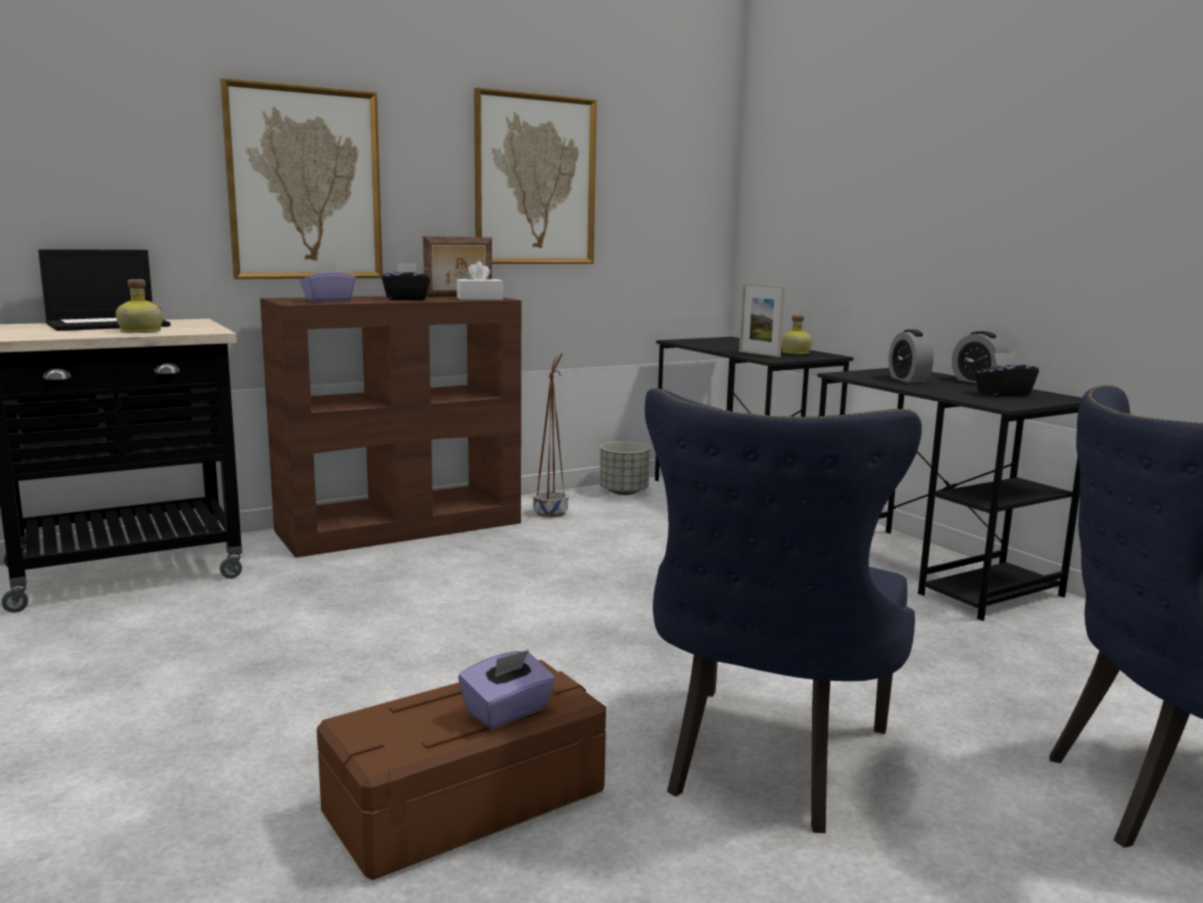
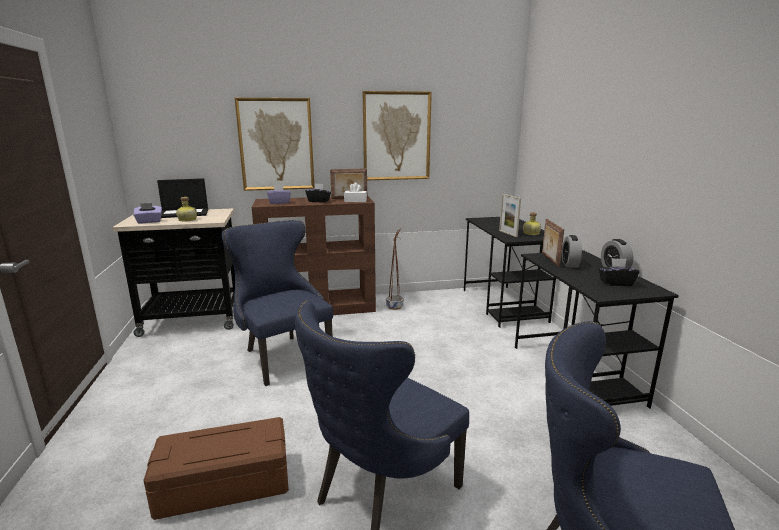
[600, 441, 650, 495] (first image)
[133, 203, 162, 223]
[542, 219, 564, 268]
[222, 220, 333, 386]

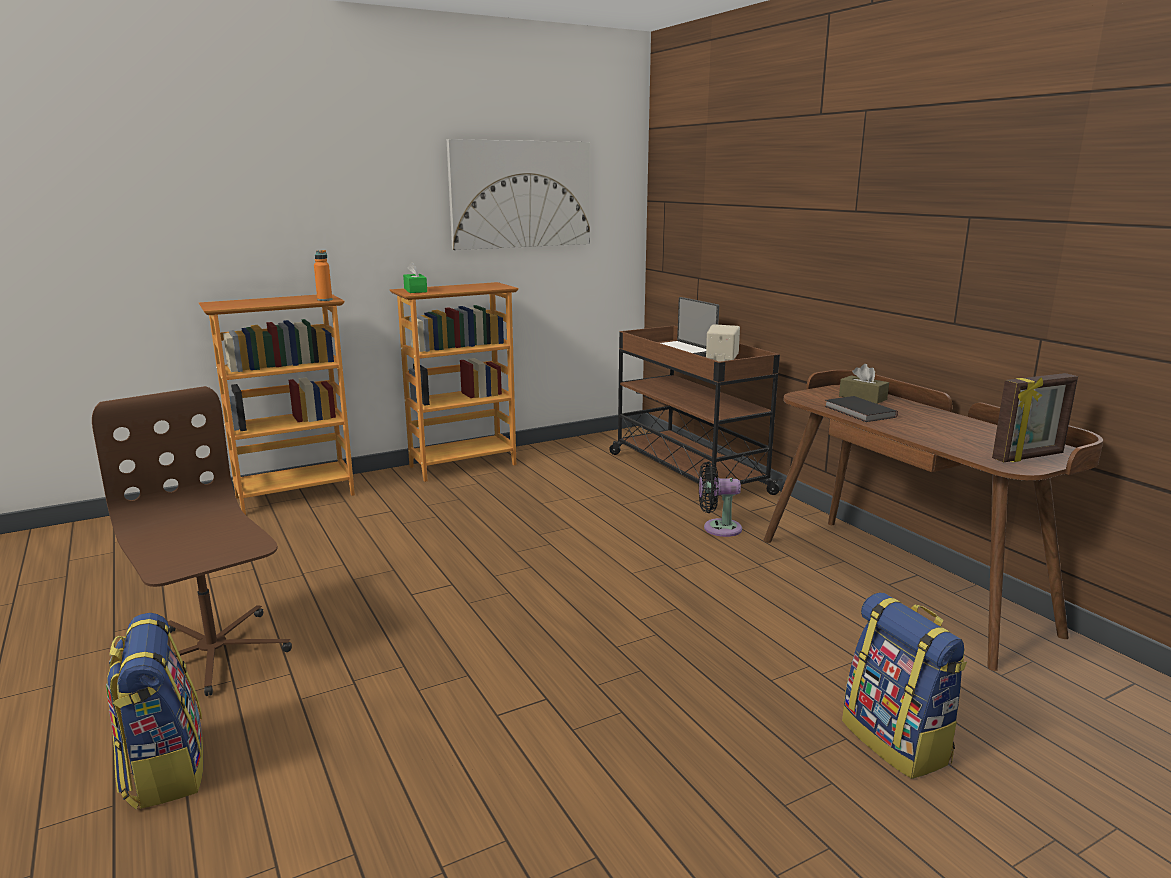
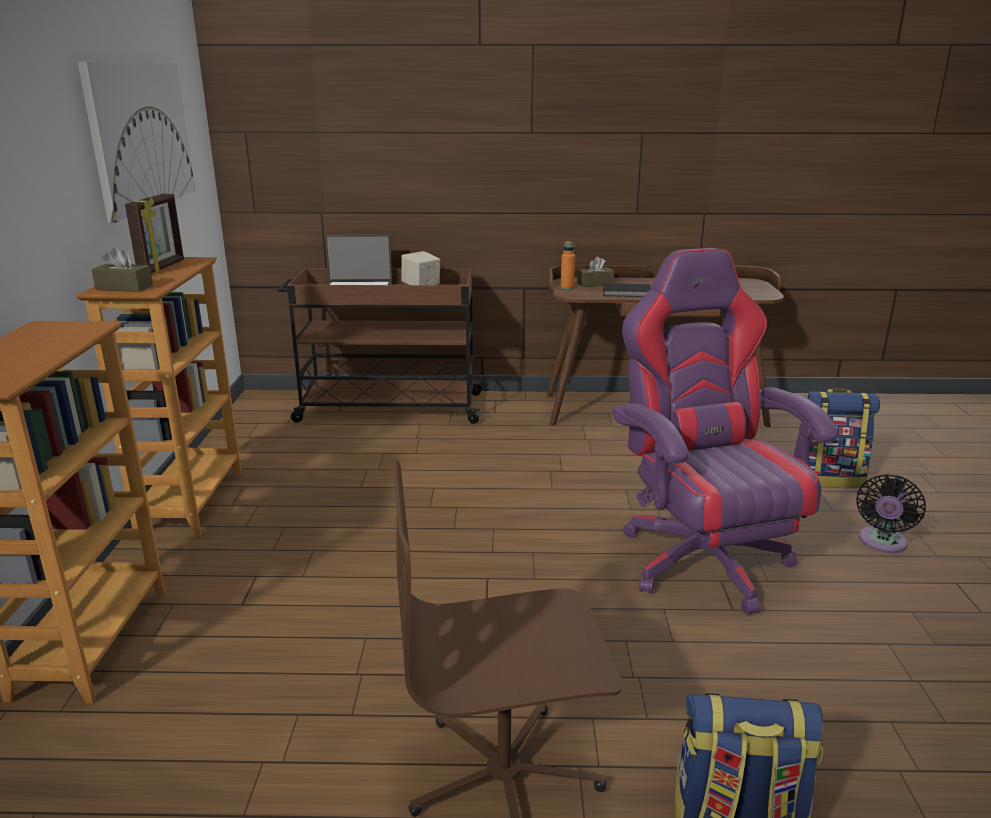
[561, 241, 575, 289]
[91, 247, 153, 292]
[125, 194, 184, 274]
[856, 474, 926, 553]
[613, 248, 838, 615]

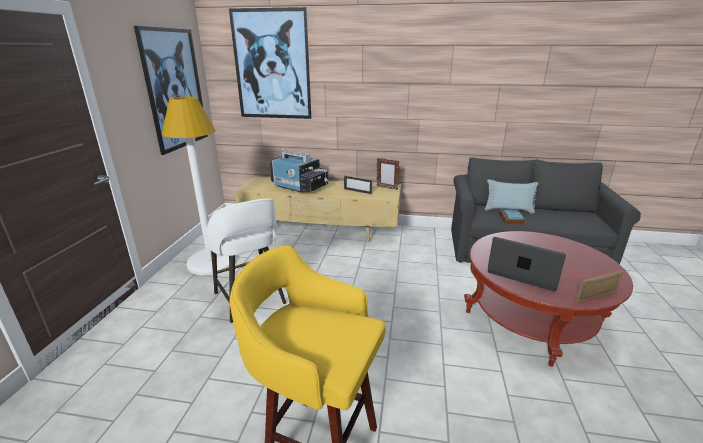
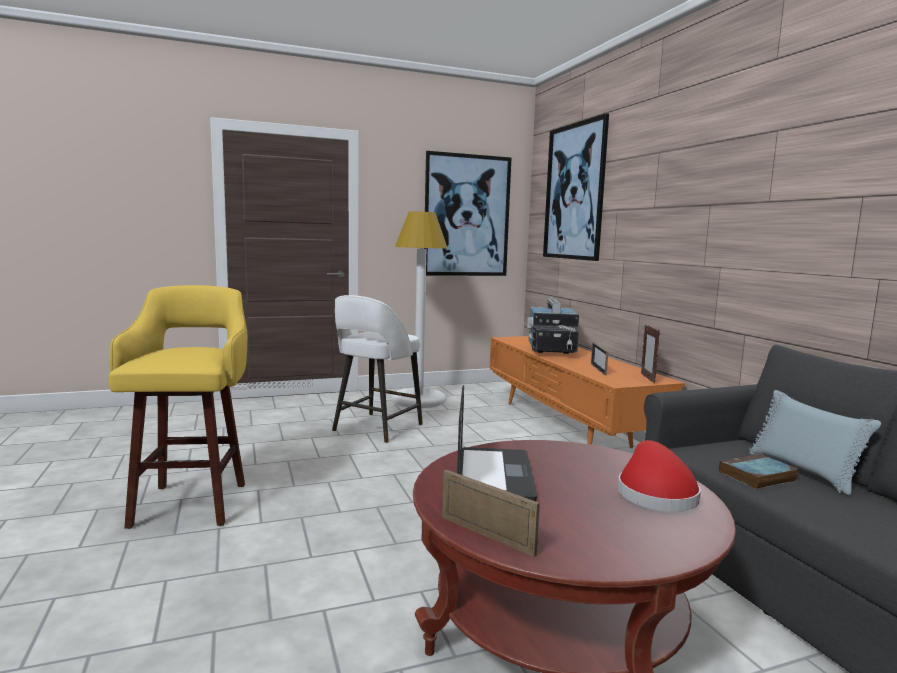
[490, 336, 685, 449]
[618, 440, 701, 512]

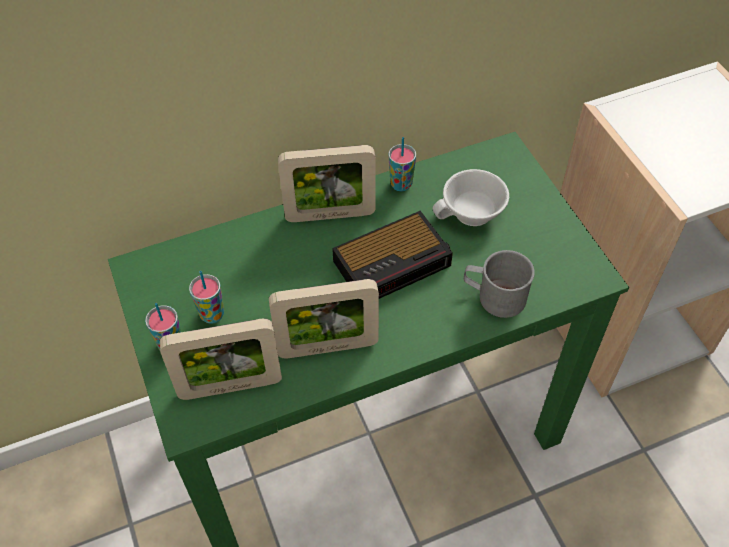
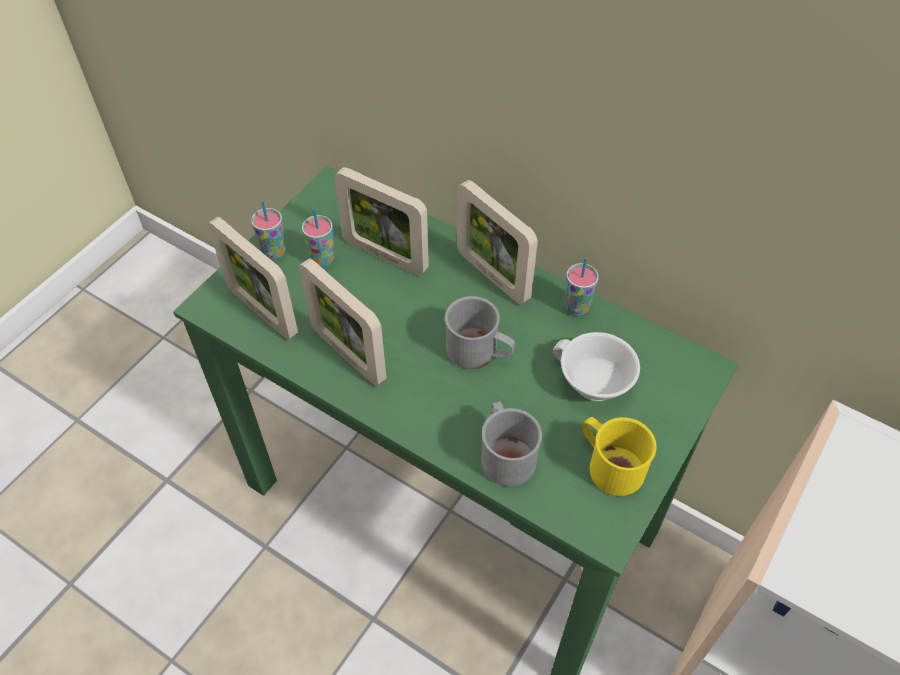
[445, 296, 515, 369]
[334, 167, 429, 276]
[582, 417, 657, 496]

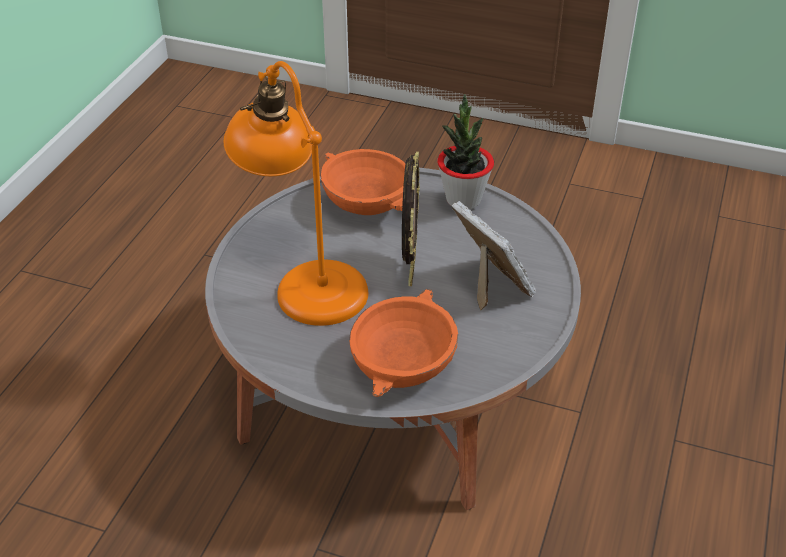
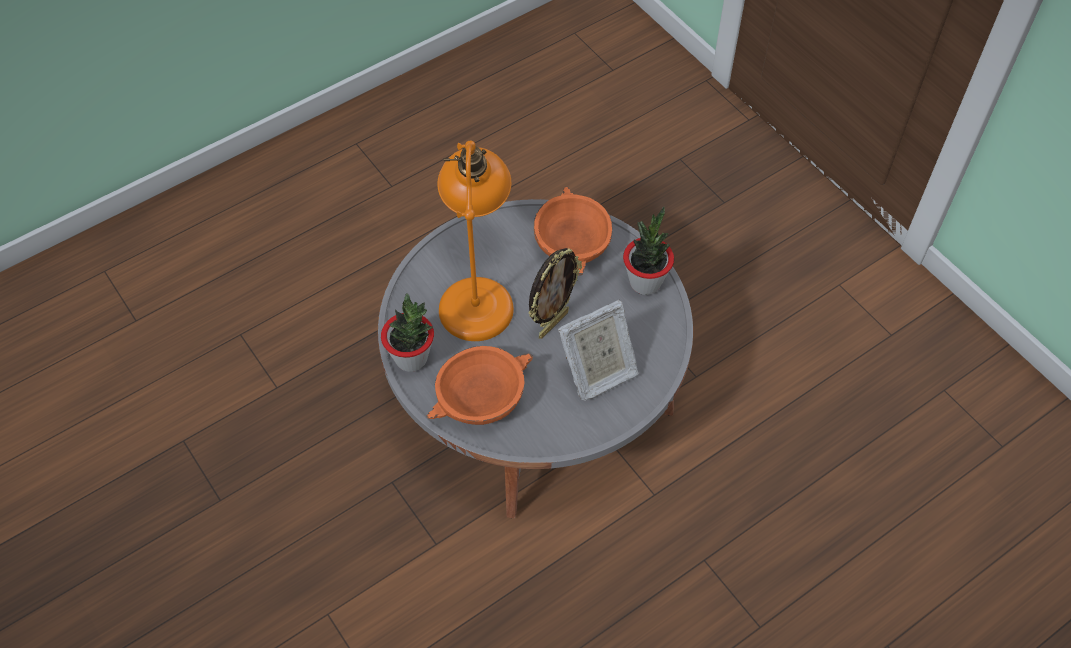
[558, 300, 639, 401]
[381, 293, 434, 372]

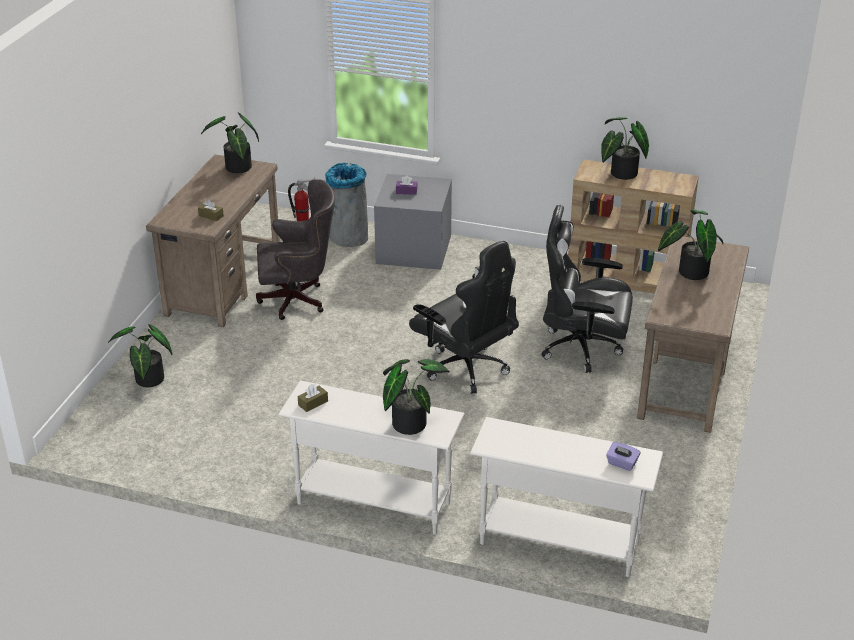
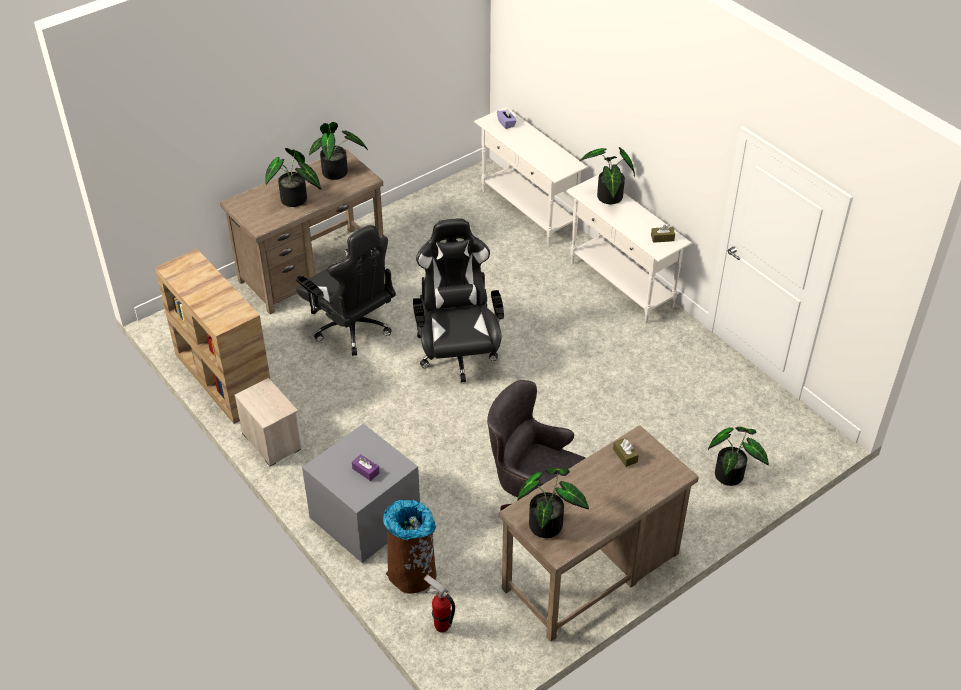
[309, 122, 368, 180]
[383, 500, 437, 594]
[235, 378, 303, 466]

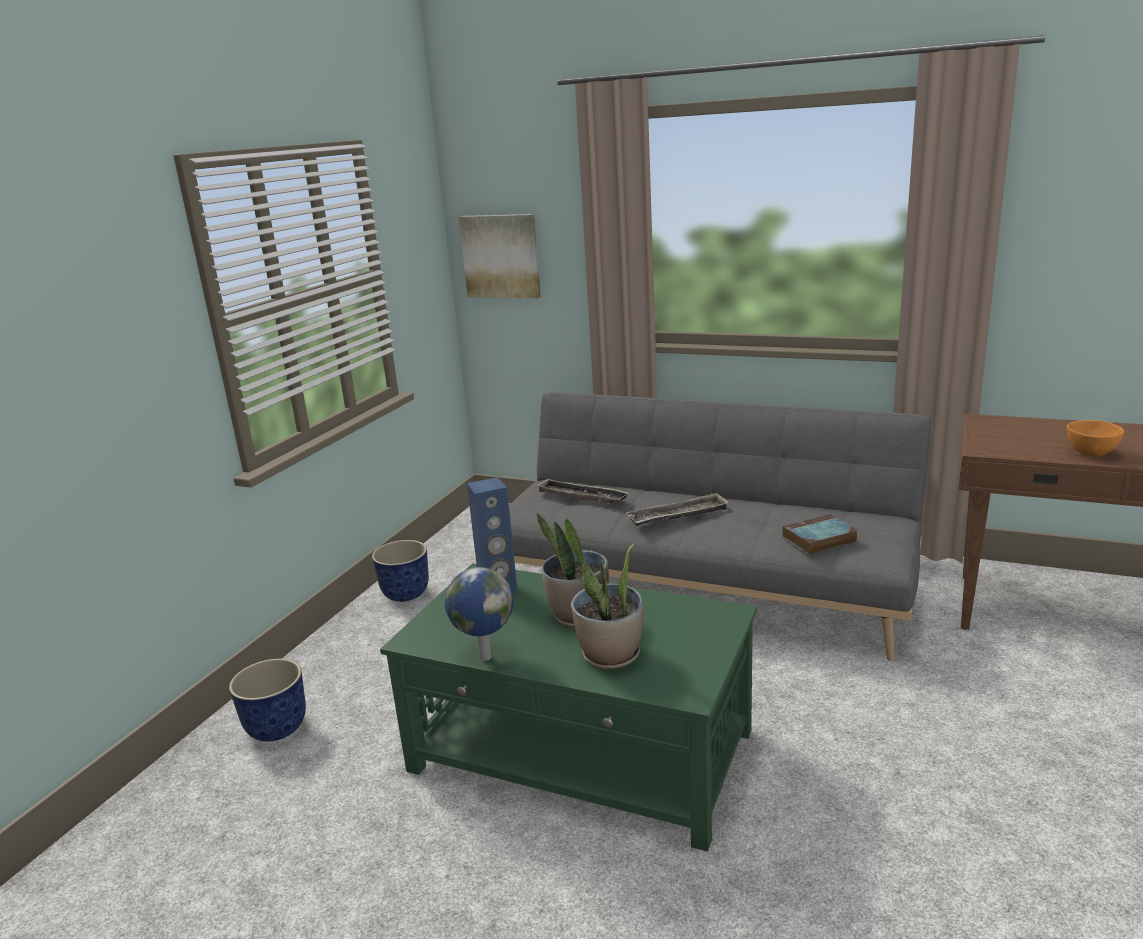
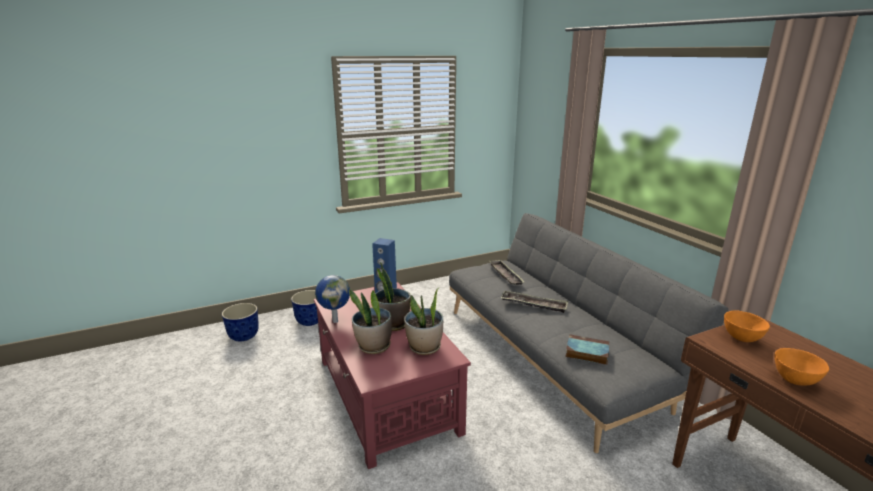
[459, 214, 541, 298] (first image)
[222, 303, 259, 341]
[314, 282, 471, 469]
[404, 288, 443, 355]
[724, 310, 770, 342]

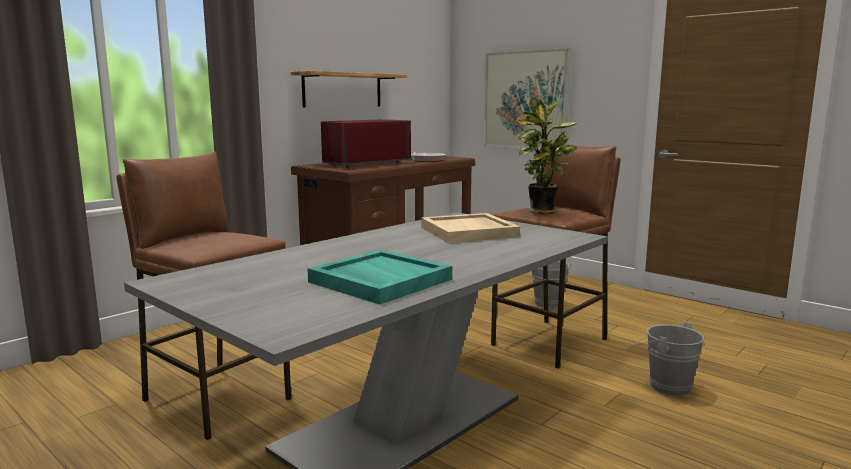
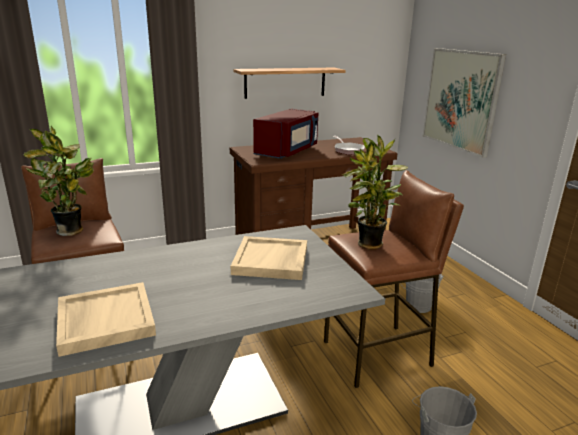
[253, 109, 318, 159]
[56, 282, 156, 357]
[23, 126, 94, 236]

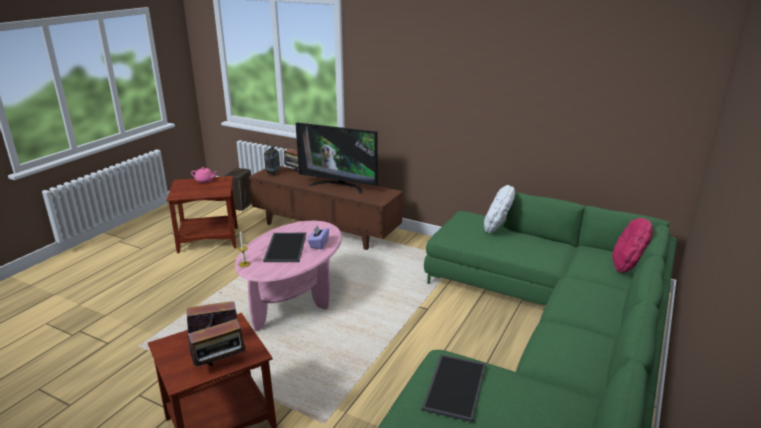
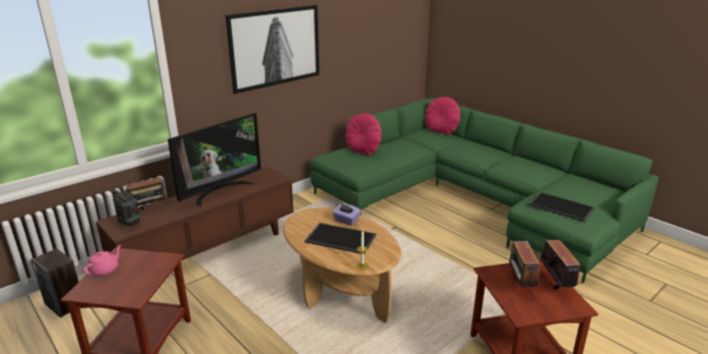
[346, 113, 382, 155]
[283, 208, 401, 323]
[225, 5, 319, 94]

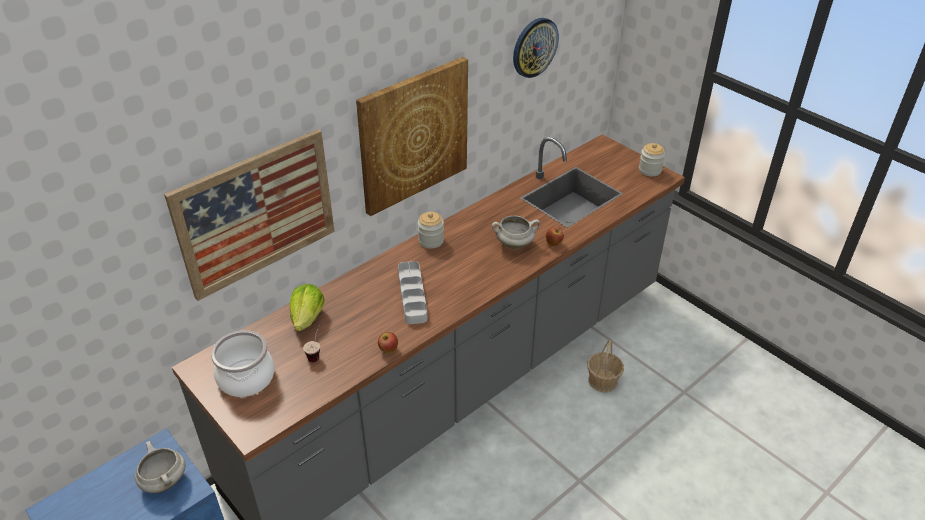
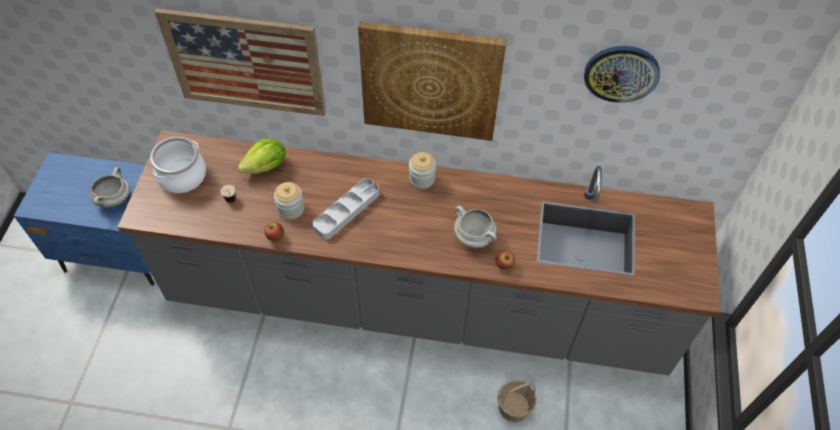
[274, 182, 304, 220]

